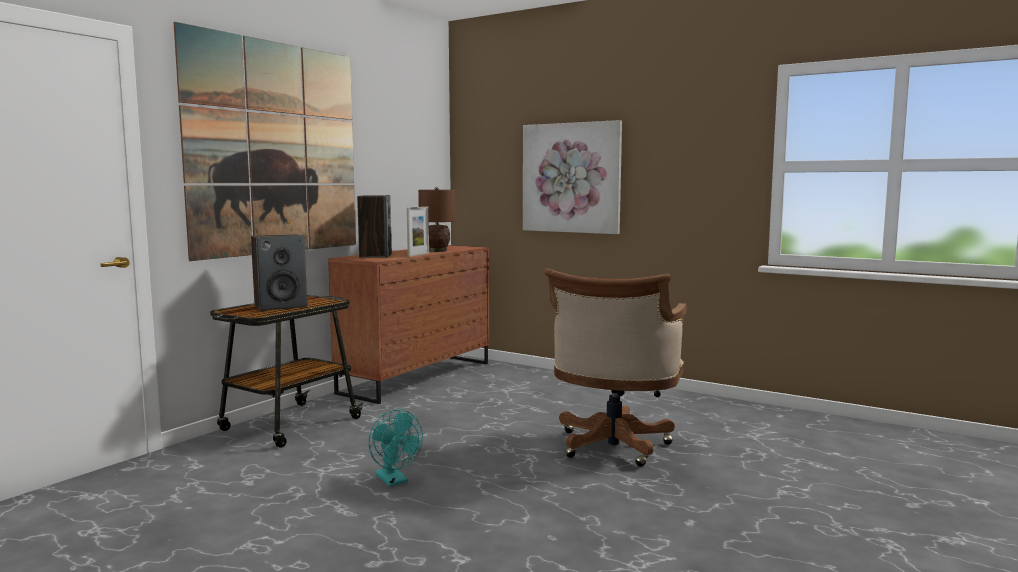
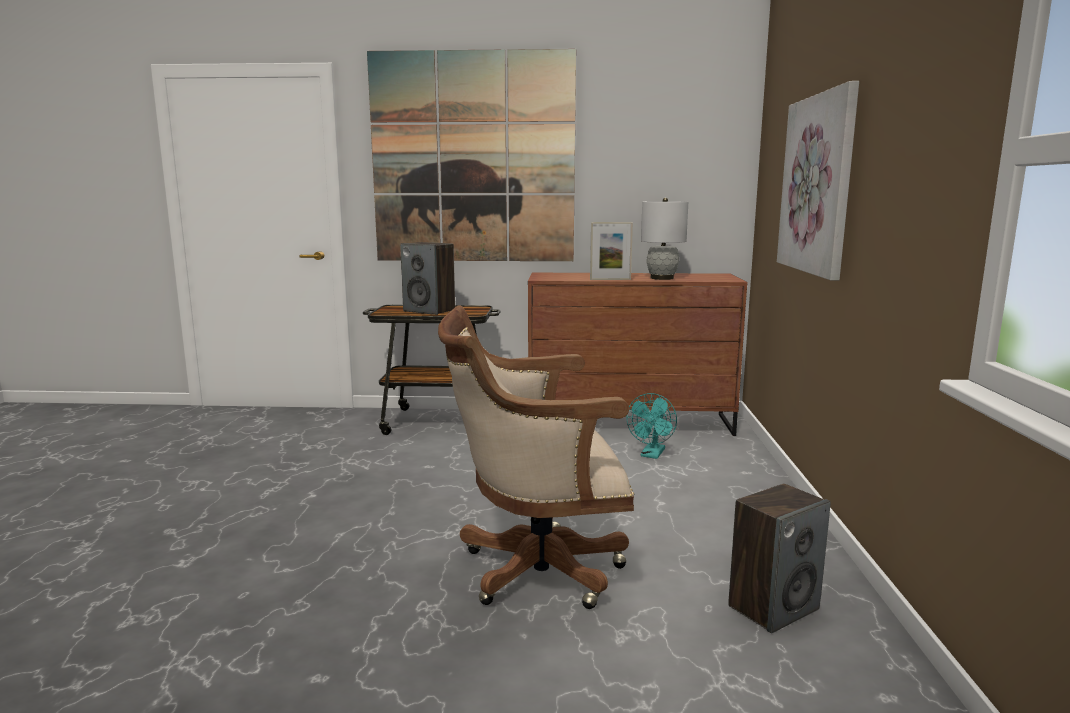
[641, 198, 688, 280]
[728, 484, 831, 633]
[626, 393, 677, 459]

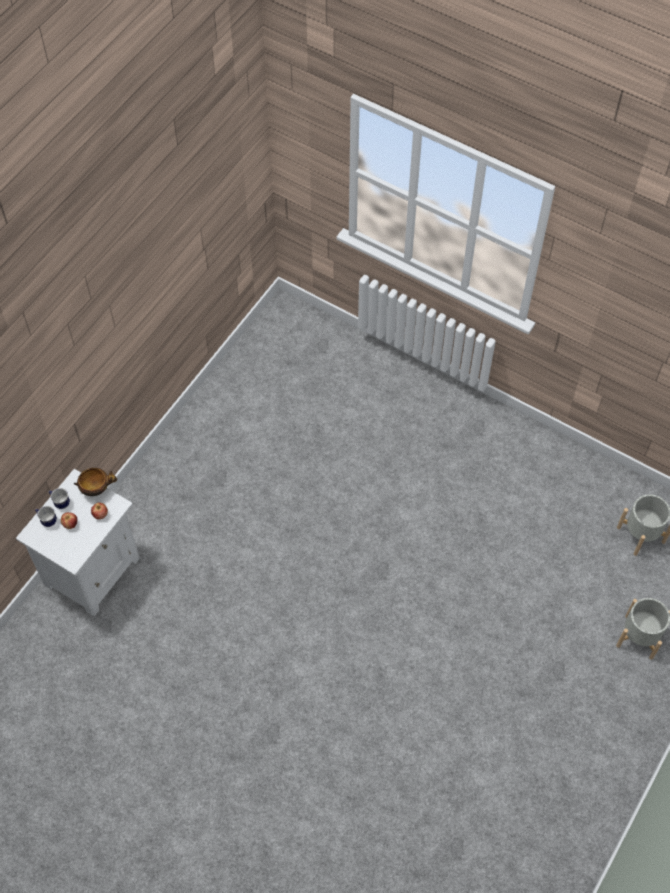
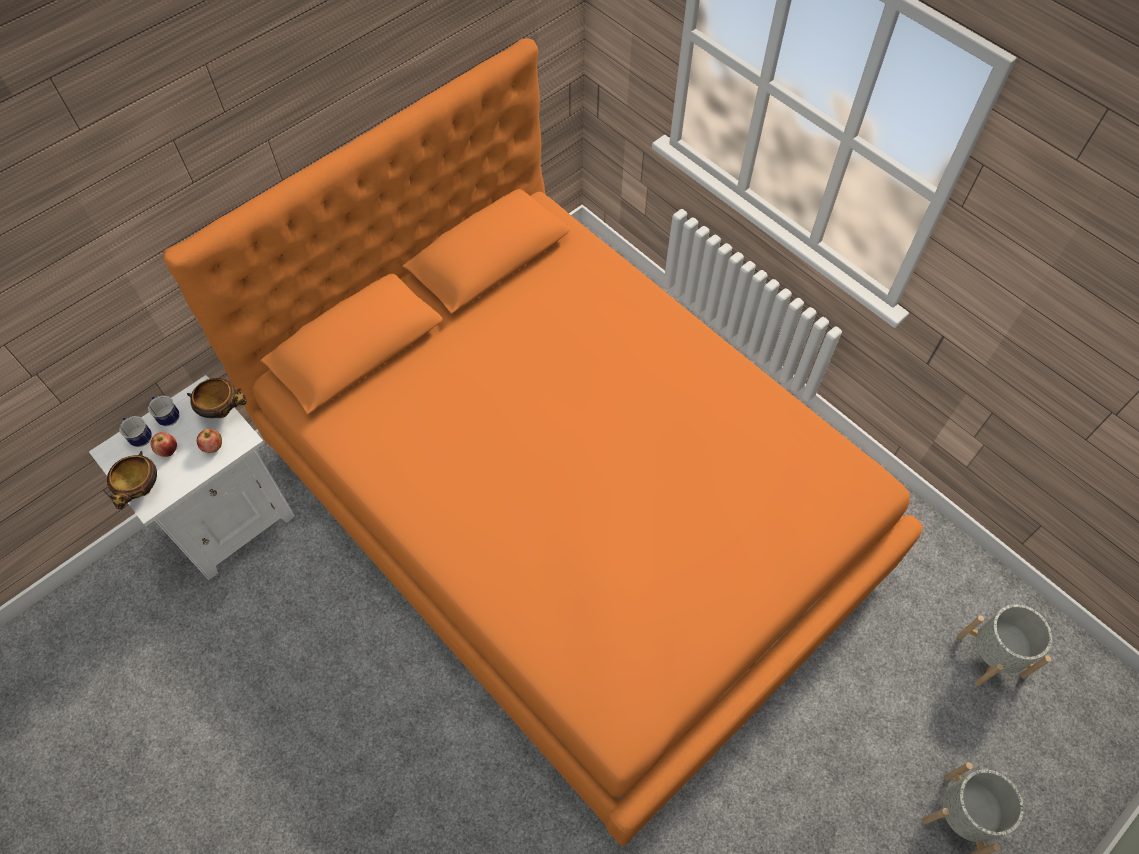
[163, 38, 923, 846]
[107, 451, 157, 509]

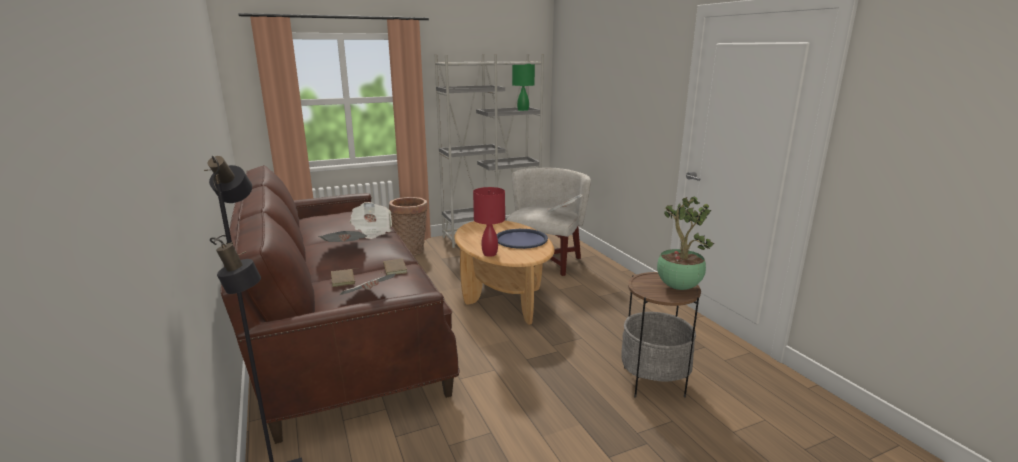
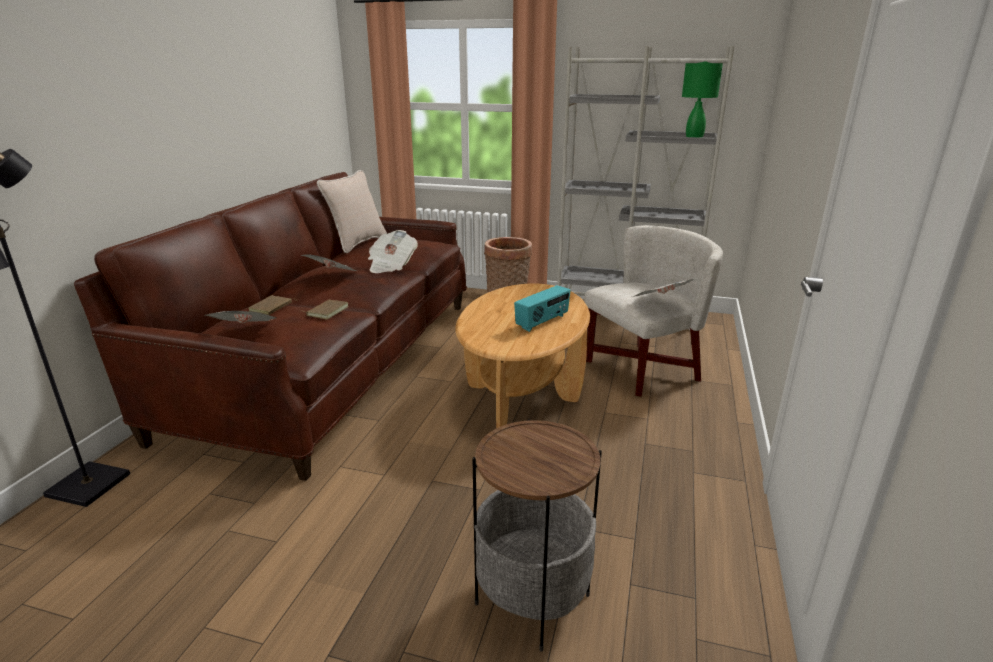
[473, 187, 505, 257] (first image)
[657, 196, 714, 290] (first image)
[514, 285, 570, 332]
[317, 170, 387, 253]

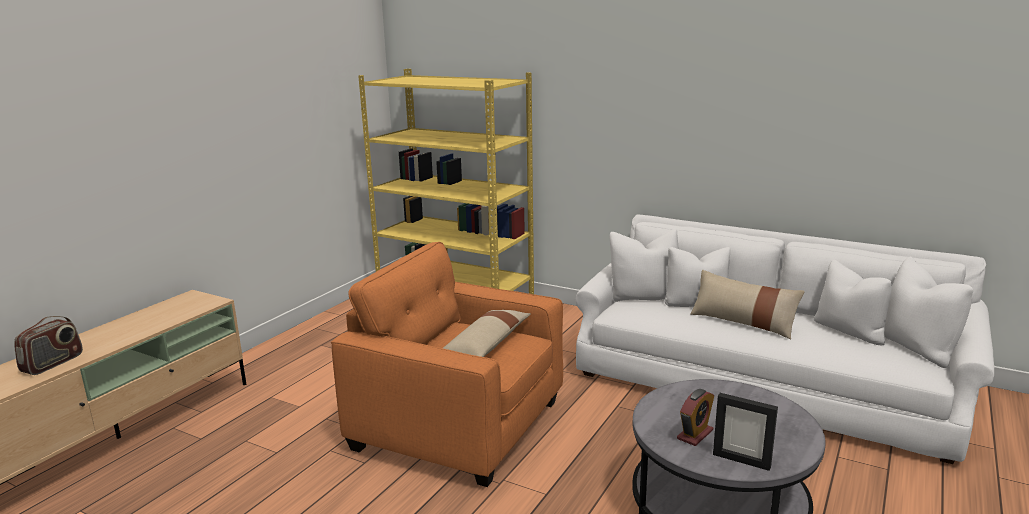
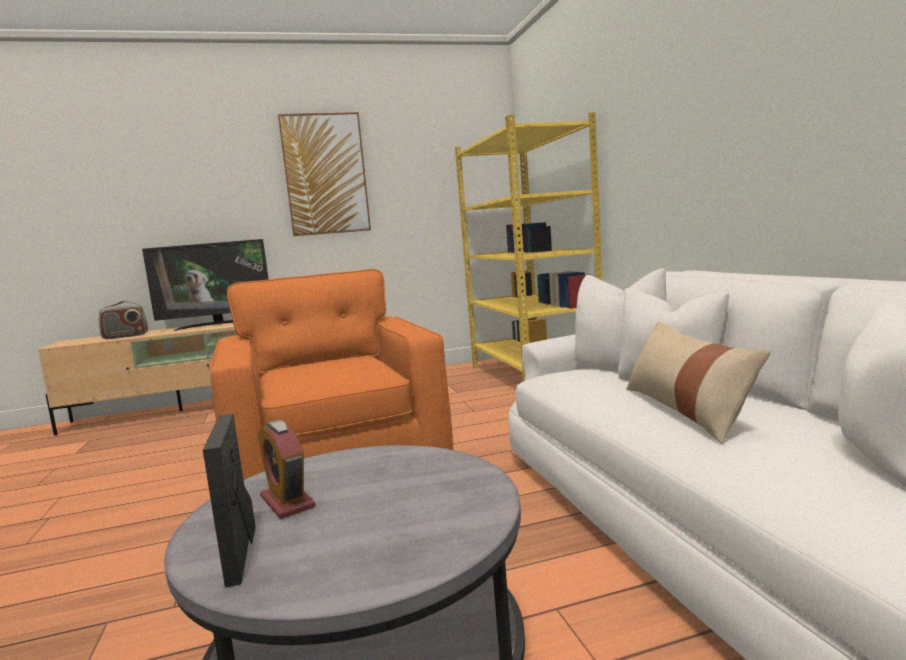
[443, 310, 531, 357] (first image)
[257, 420, 316, 519]
[278, 112, 371, 236]
[142, 239, 269, 331]

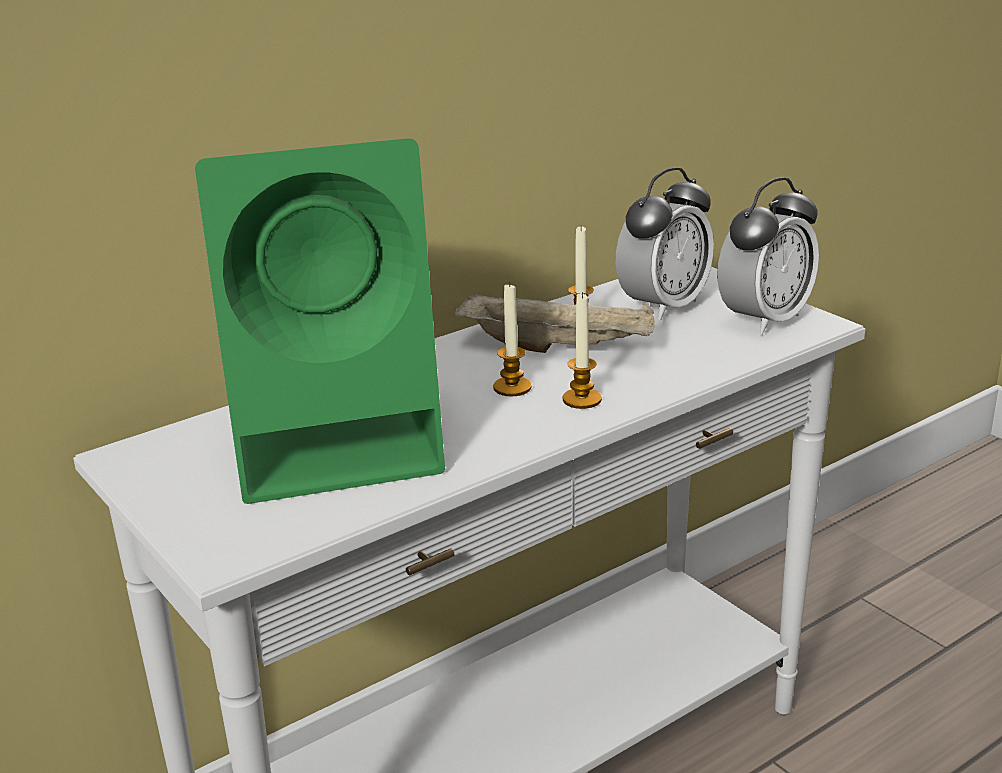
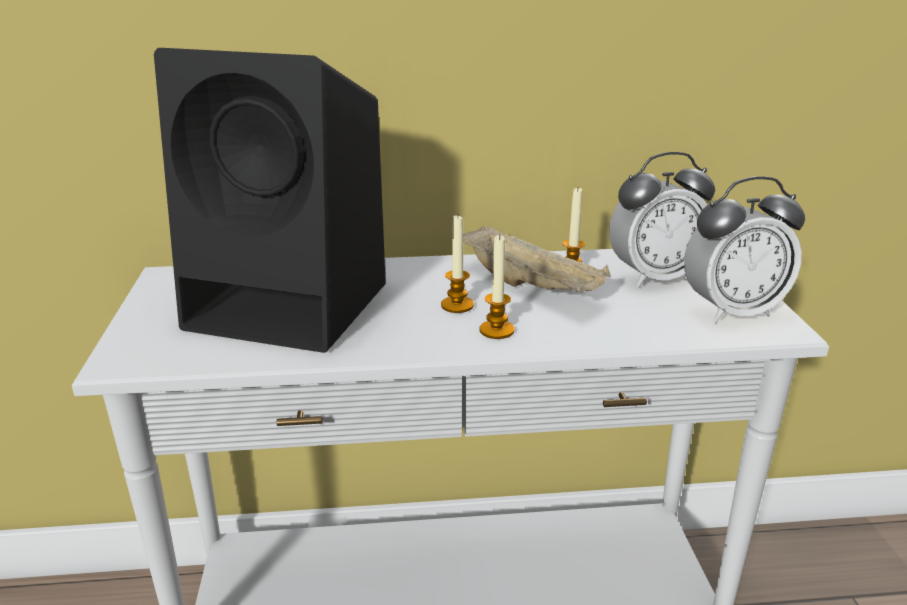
[154, 48, 386, 353]

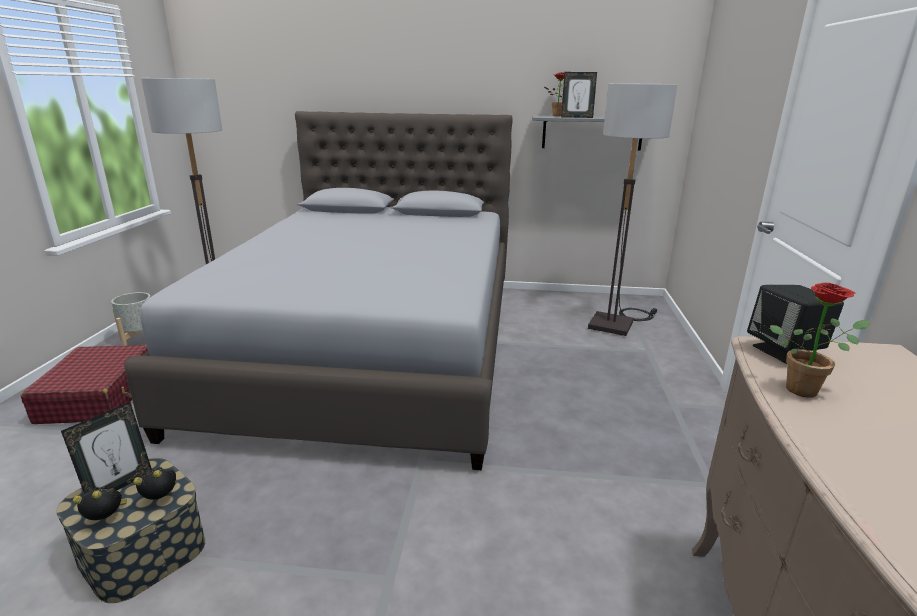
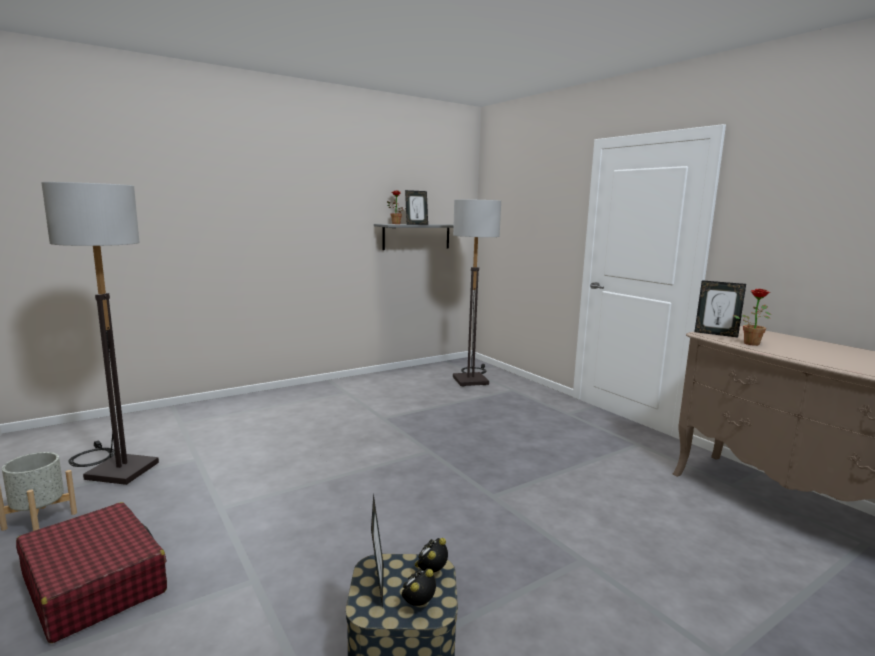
[124, 111, 513, 470] (first image)
[694, 280, 746, 337]

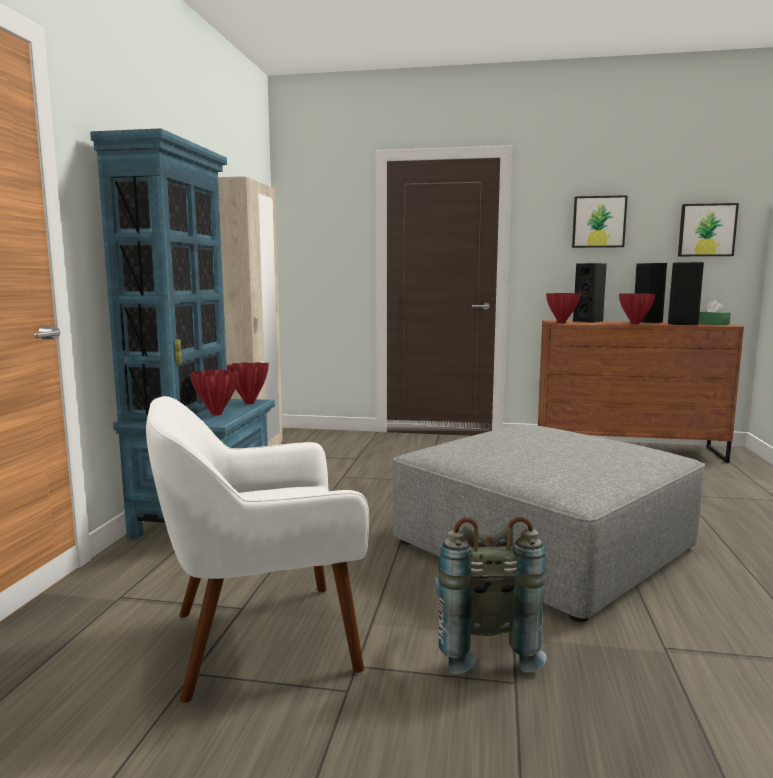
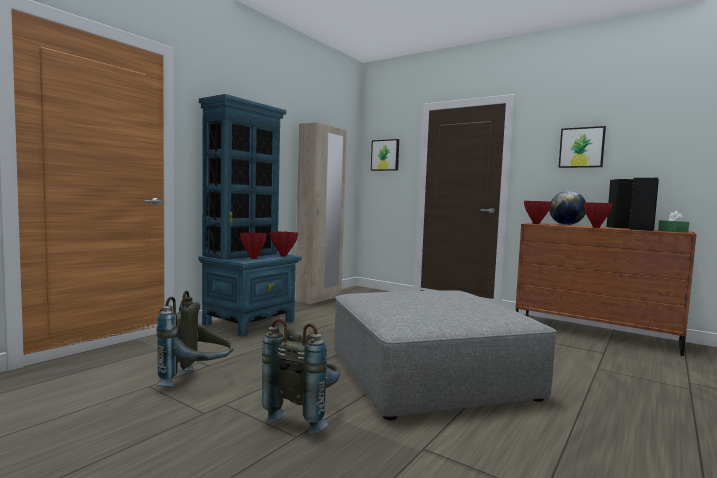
[371, 139, 399, 171]
[549, 191, 586, 225]
[156, 291, 233, 387]

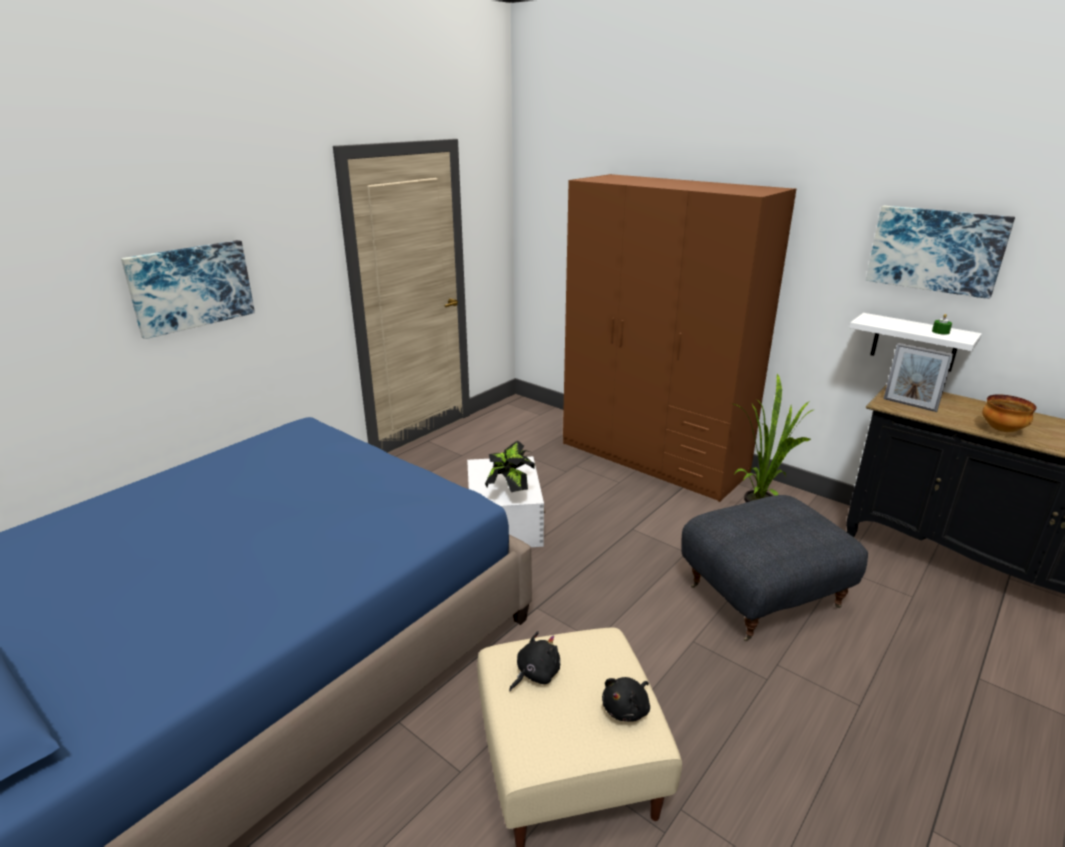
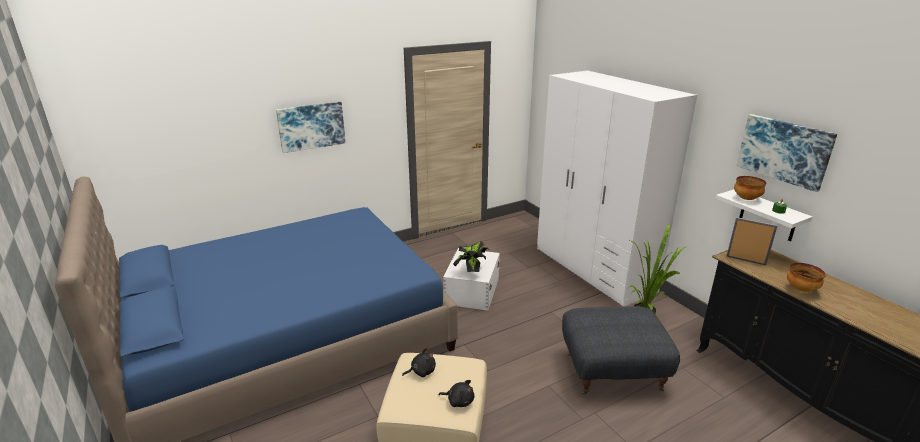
[537, 70, 697, 307]
[727, 217, 778, 266]
[439, 380, 474, 407]
[734, 176, 767, 200]

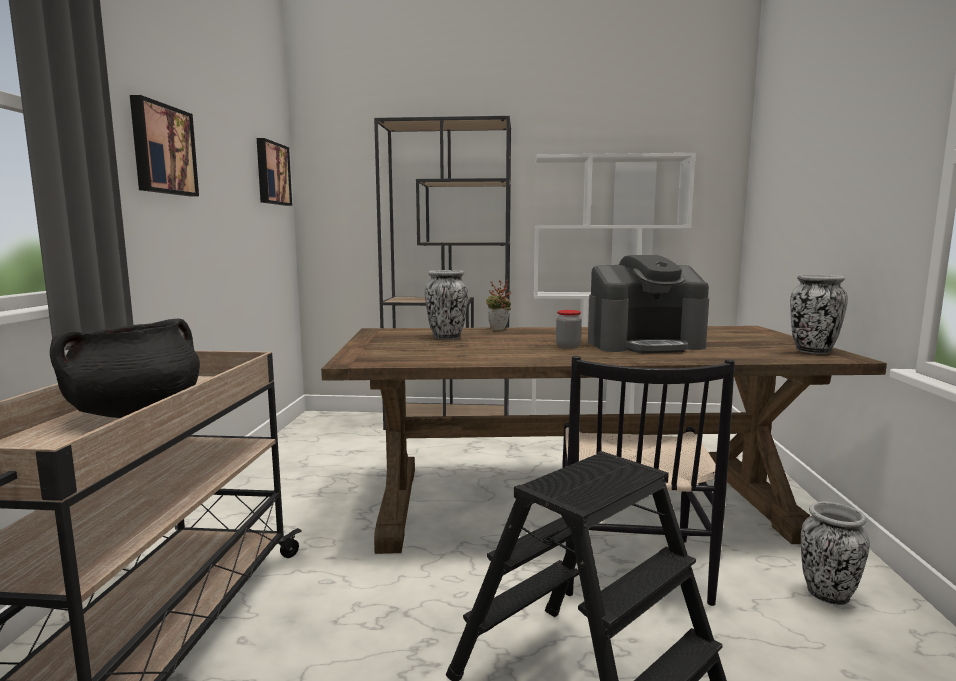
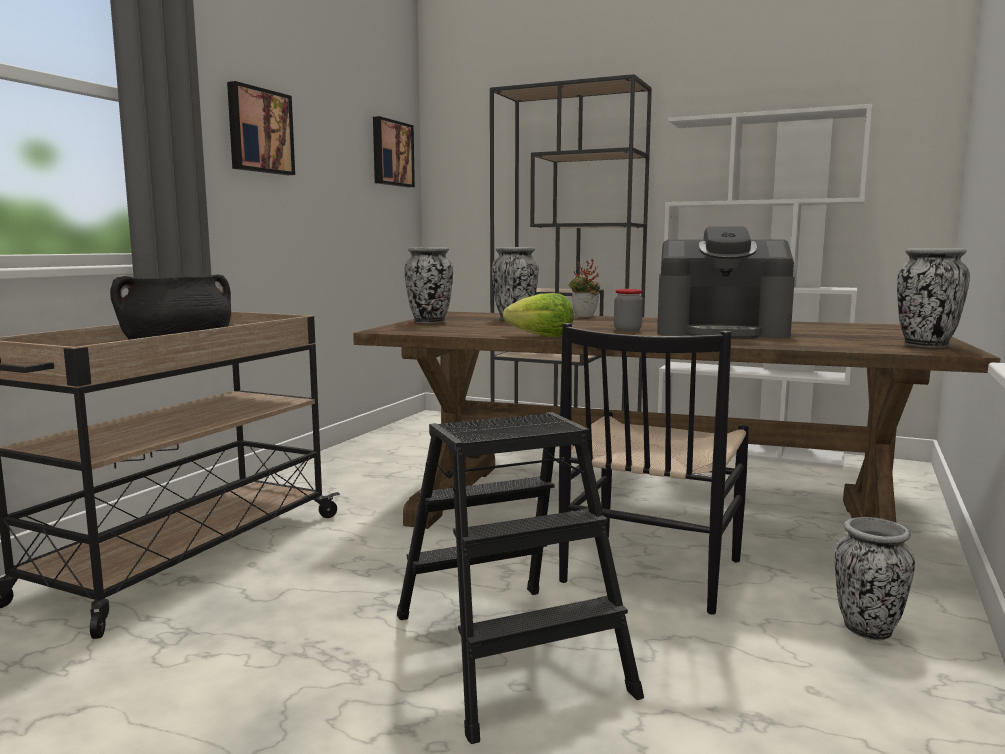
[404, 247, 453, 323]
[503, 293, 574, 337]

